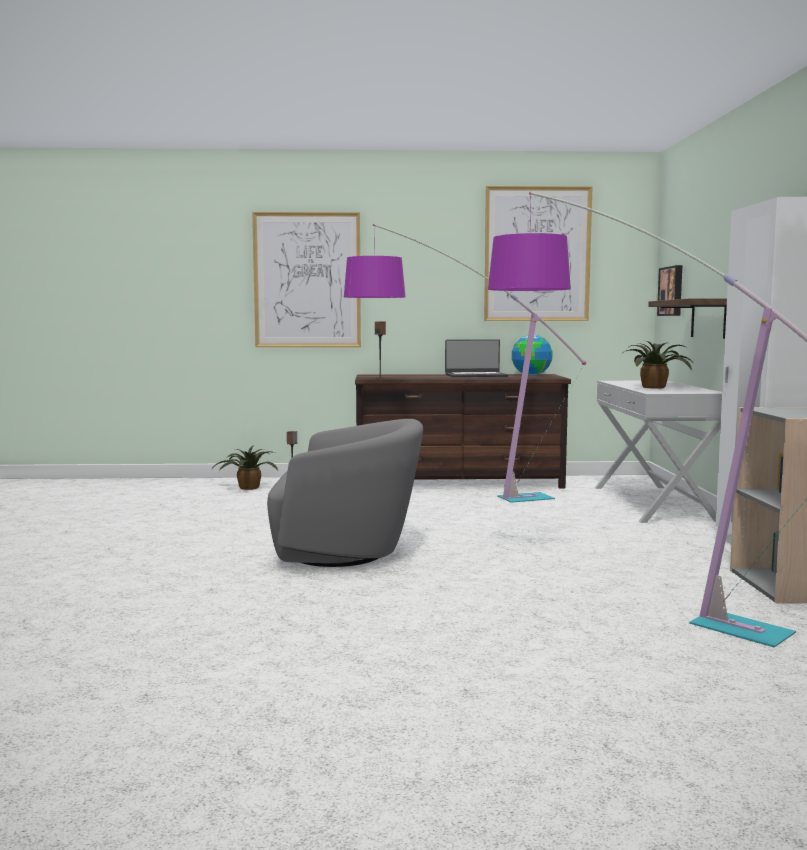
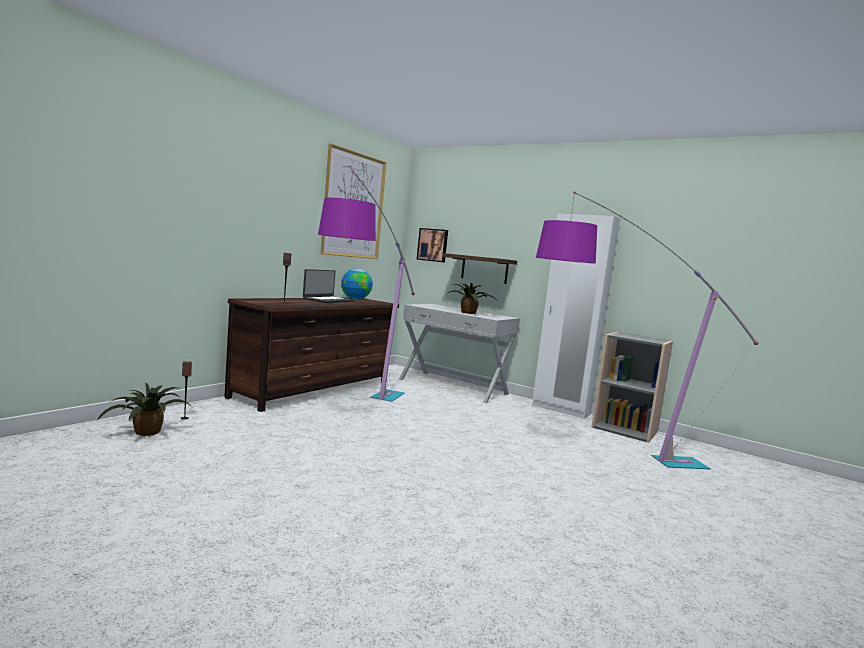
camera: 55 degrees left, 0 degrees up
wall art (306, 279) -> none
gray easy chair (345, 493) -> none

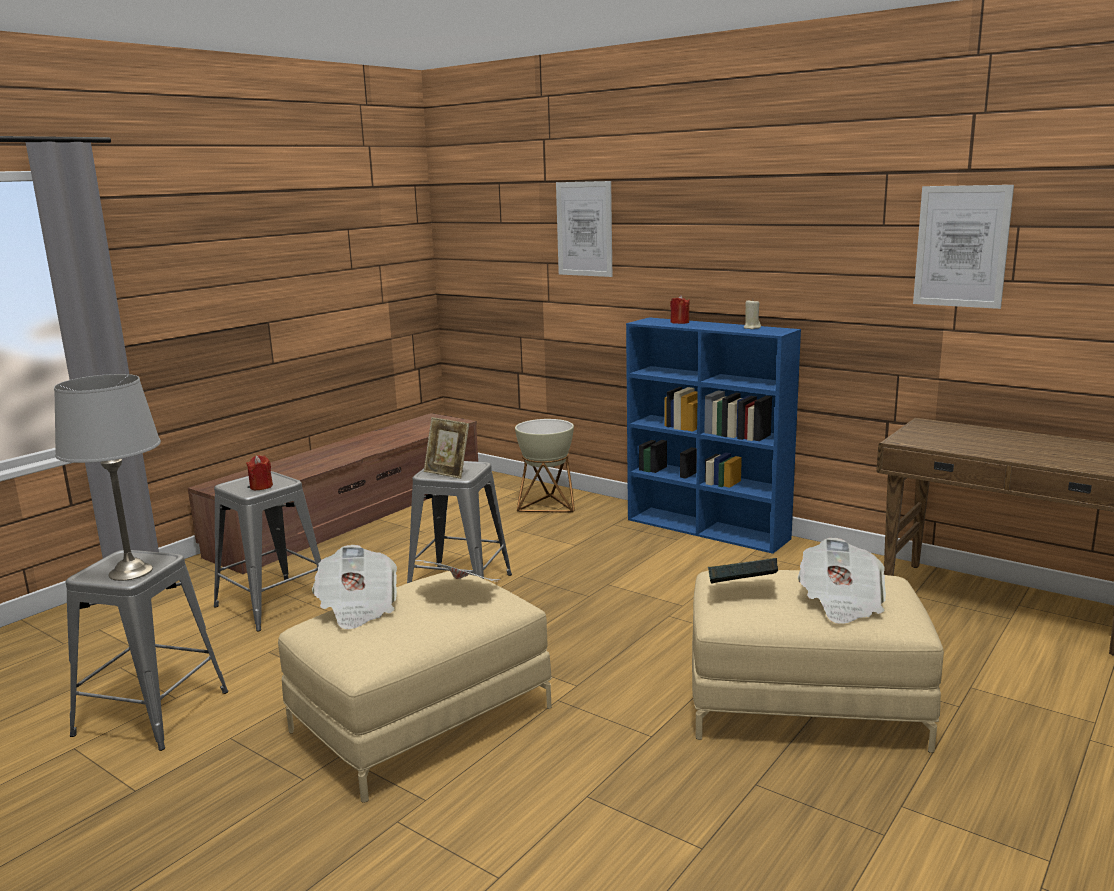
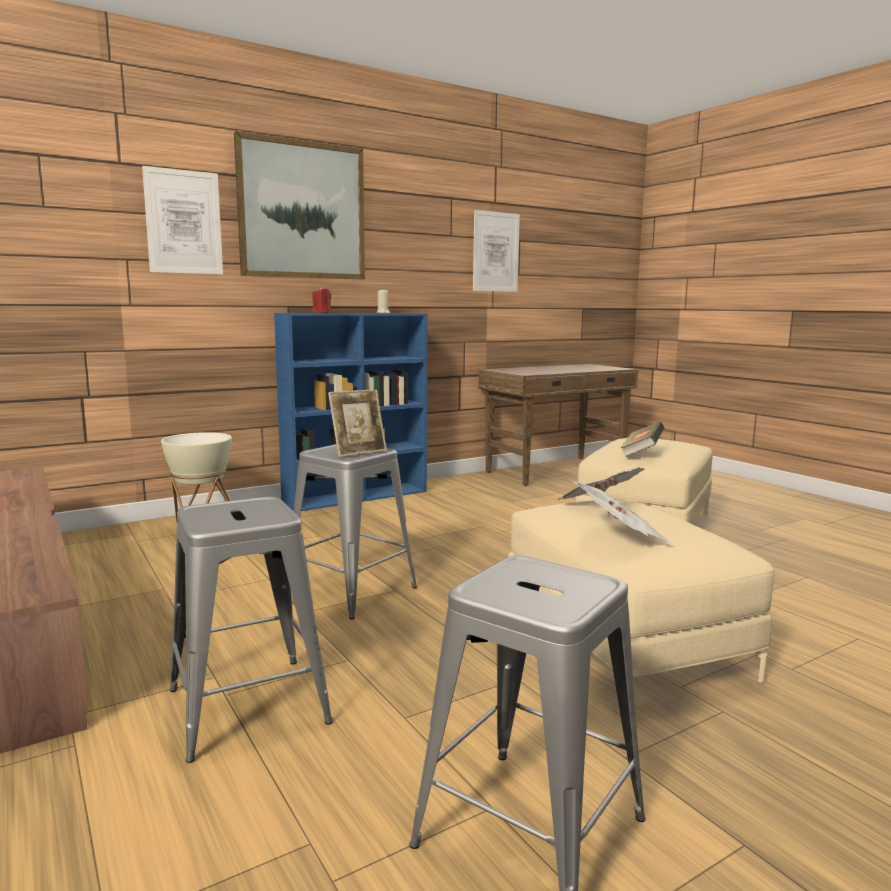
camera: 70 degrees left, 5 degrees down
gray tabletop lamp (107, 477) -> none
red-coloured wax light (259, 472) -> none
newspaper (842, 581) -> none
none -> wall art (299, 205)

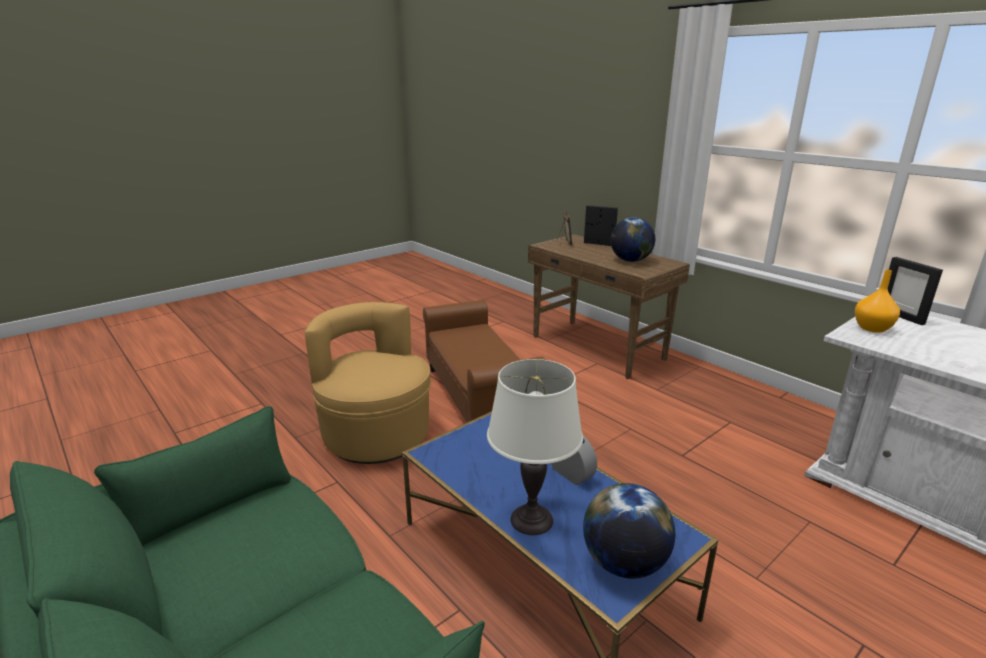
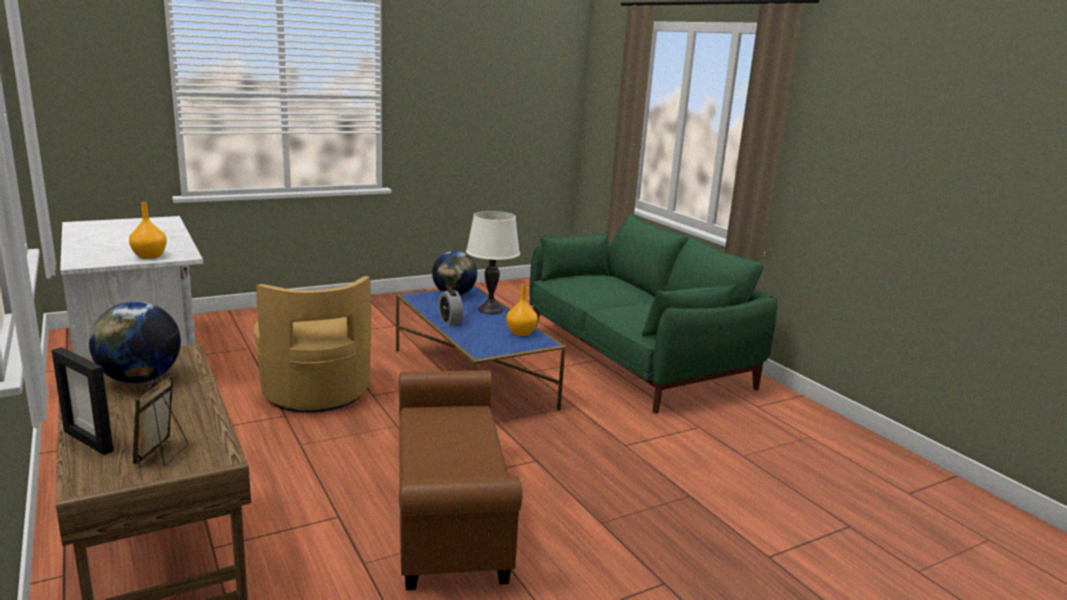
camera: 170 degrees left, 5 degrees down
picture frame (915, 291) -> none
sand-coloured easy chair (368, 383) -> sand-coloured easy chair (312, 344), move
none -> orangey decorative vase (522, 310)

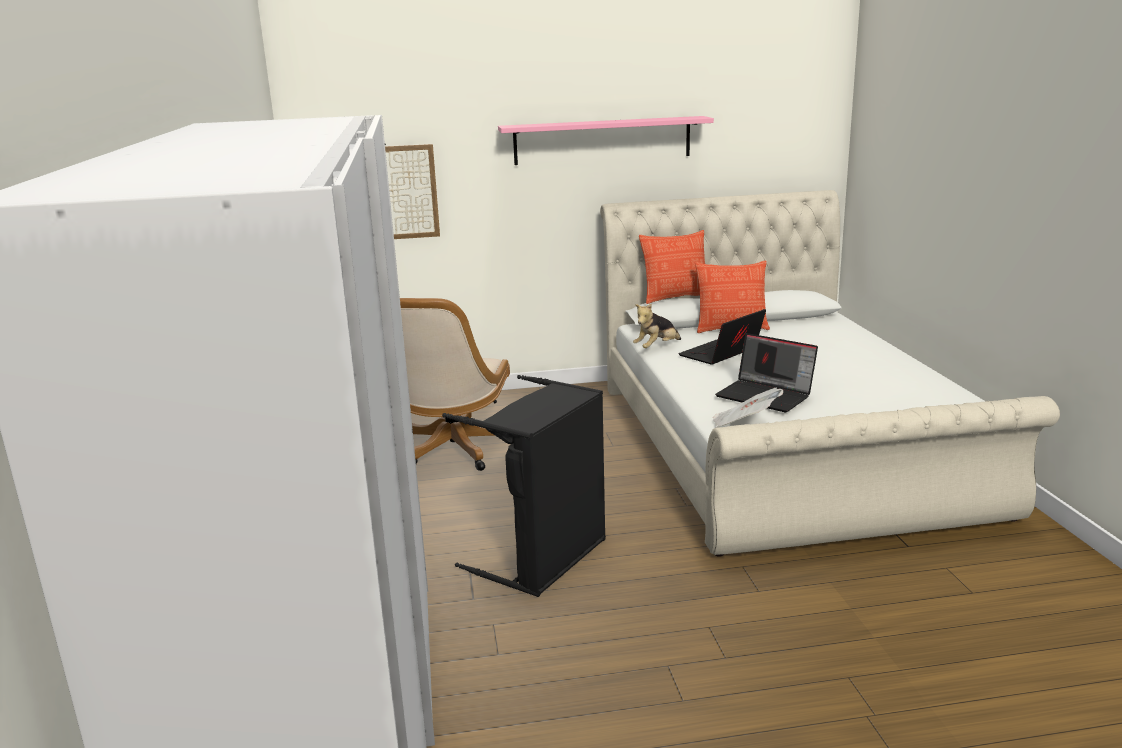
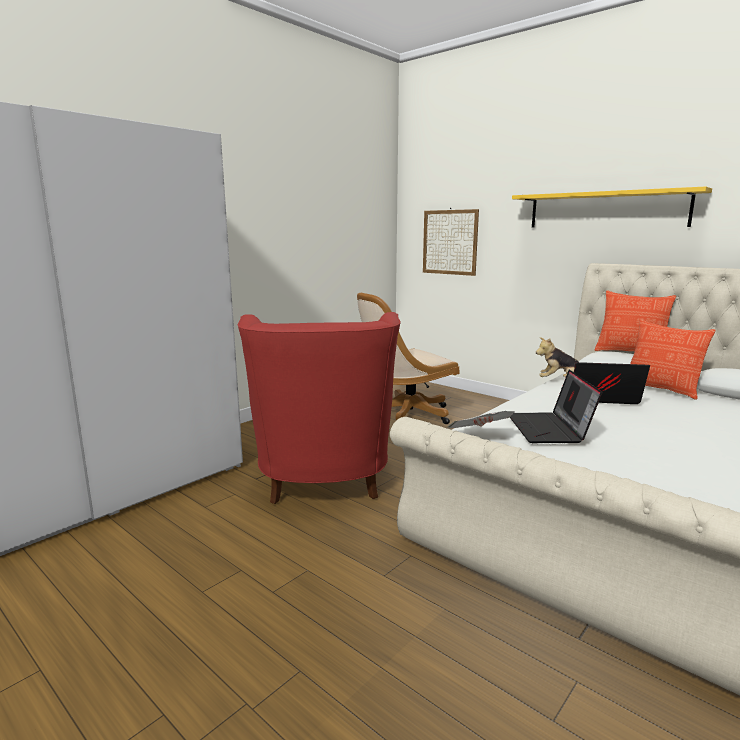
camera: 50 degrees right, 5 degrees down
pinkish bracket shelf (606, 140) -> yellow bracket shelf (612, 207)
black-coloured hamper (524, 486) -> red-coloured easy chair (319, 408)

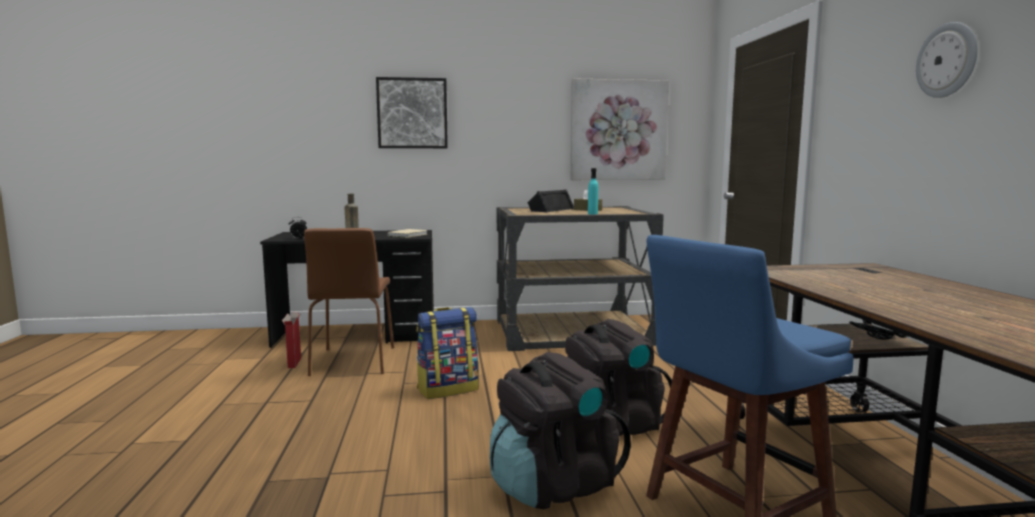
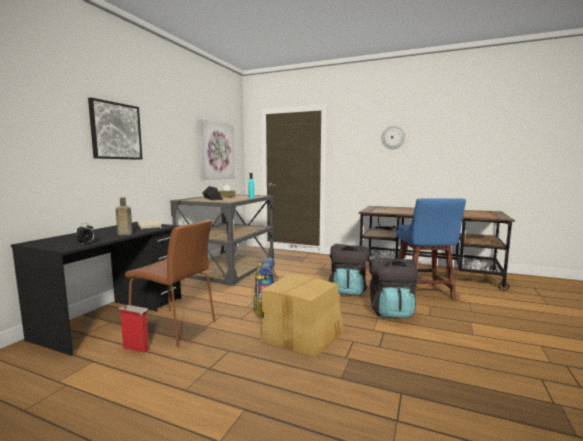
camera: 60 degrees left, 0 degrees up
none -> packing box (302, 315)

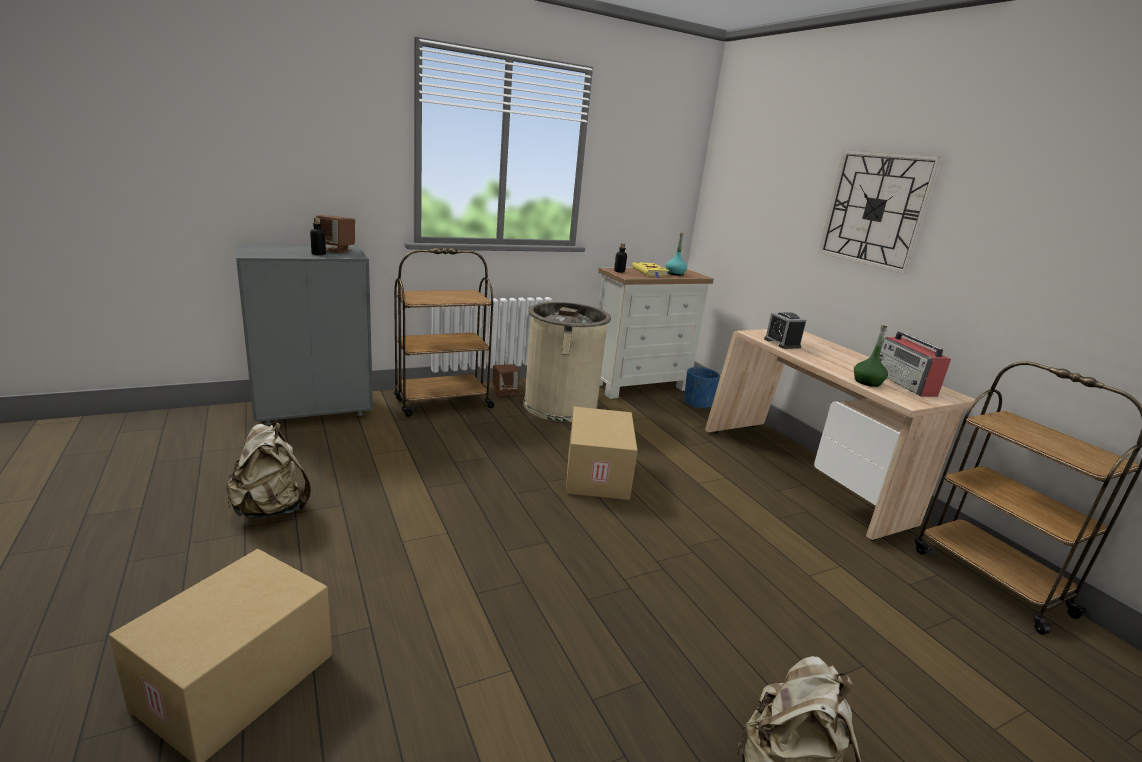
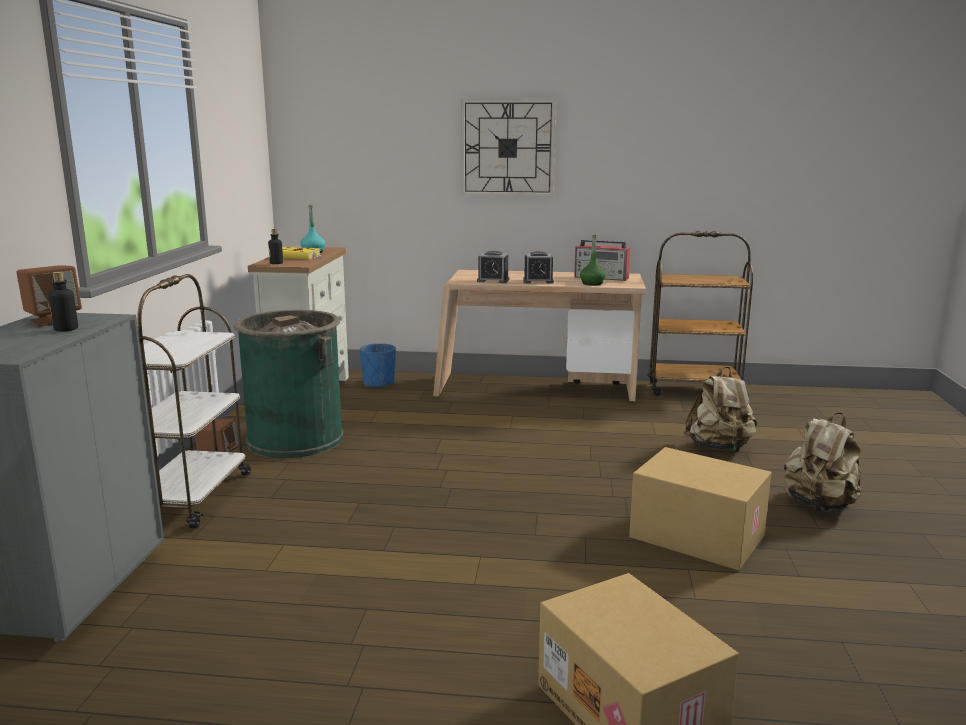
camera: 55 degrees left, 5 degrees down
brown-coloured trolley (443, 332) -> white trolley (194, 401)
sand-coloured waste bin (567, 362) -> green-coloured waste bin (289, 384)
packing box (602, 453) -> packing box (700, 508), move
sand-coloured knapsack (268, 470) -> sand-coloured knapsack (720, 409), move
none -> table clock (538, 267)

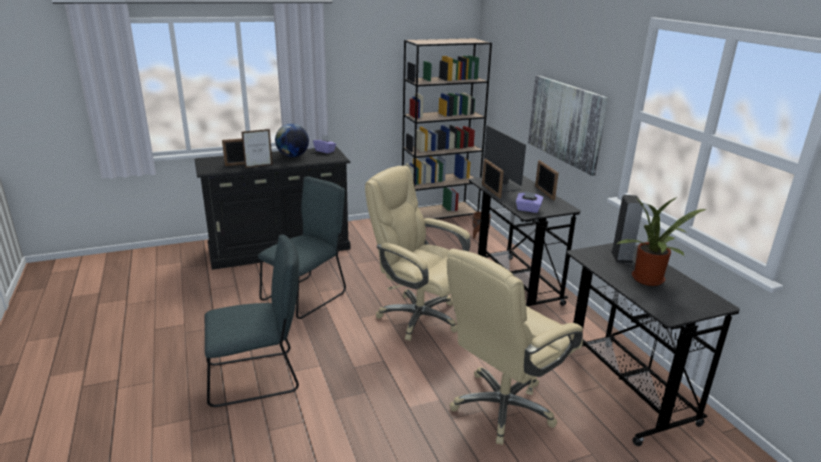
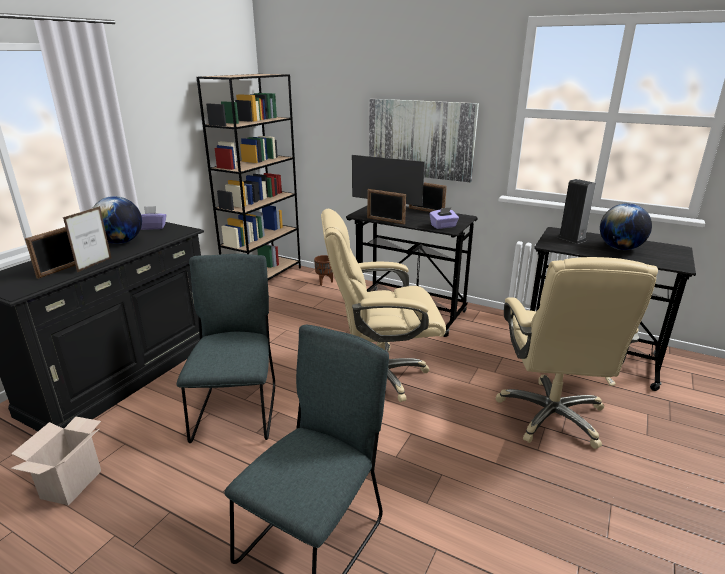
camera: 40 degrees left, 0 degrees up
houseplant (661, 241) -> desk globe (626, 226)
none -> packing box (55, 460)

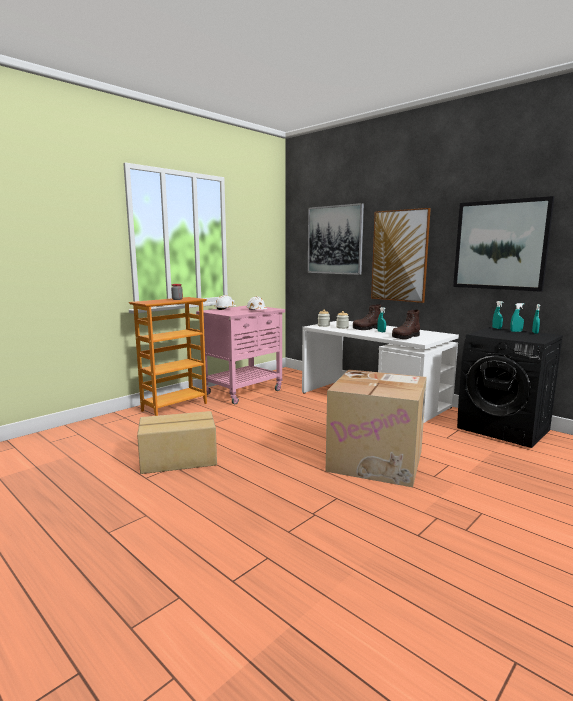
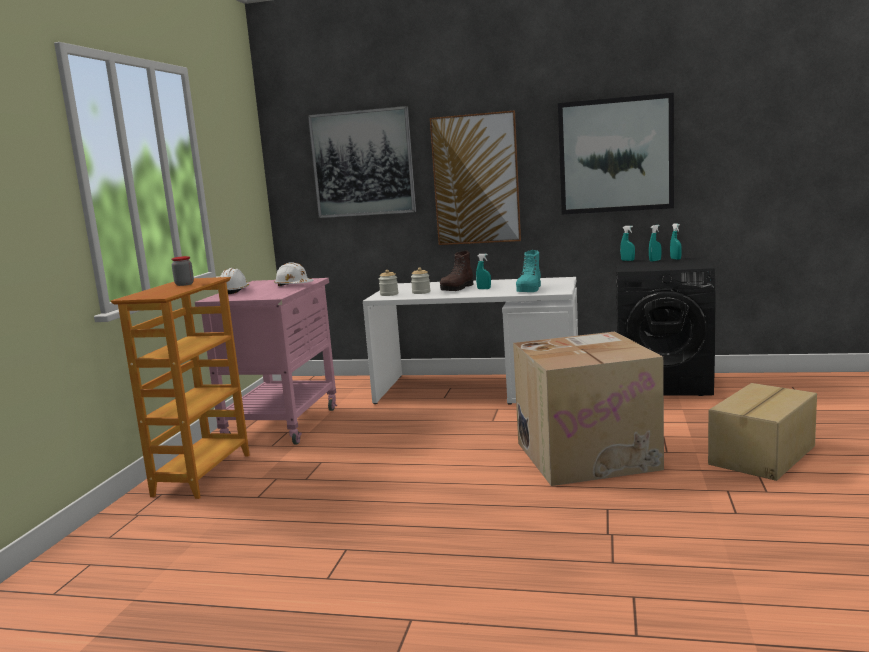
camera: 30 degrees left, 0 degrees up
brown-coloured high-top boot (406, 324) -> turquoise high-top boot (528, 271)
packing box (177, 442) -> packing box (762, 432), move

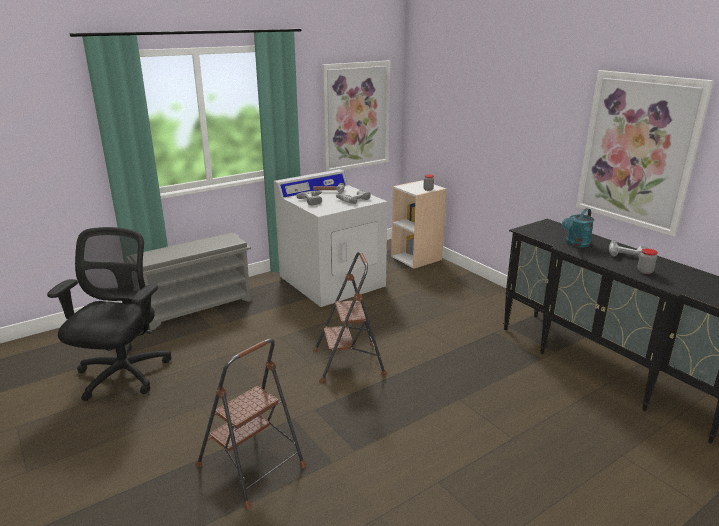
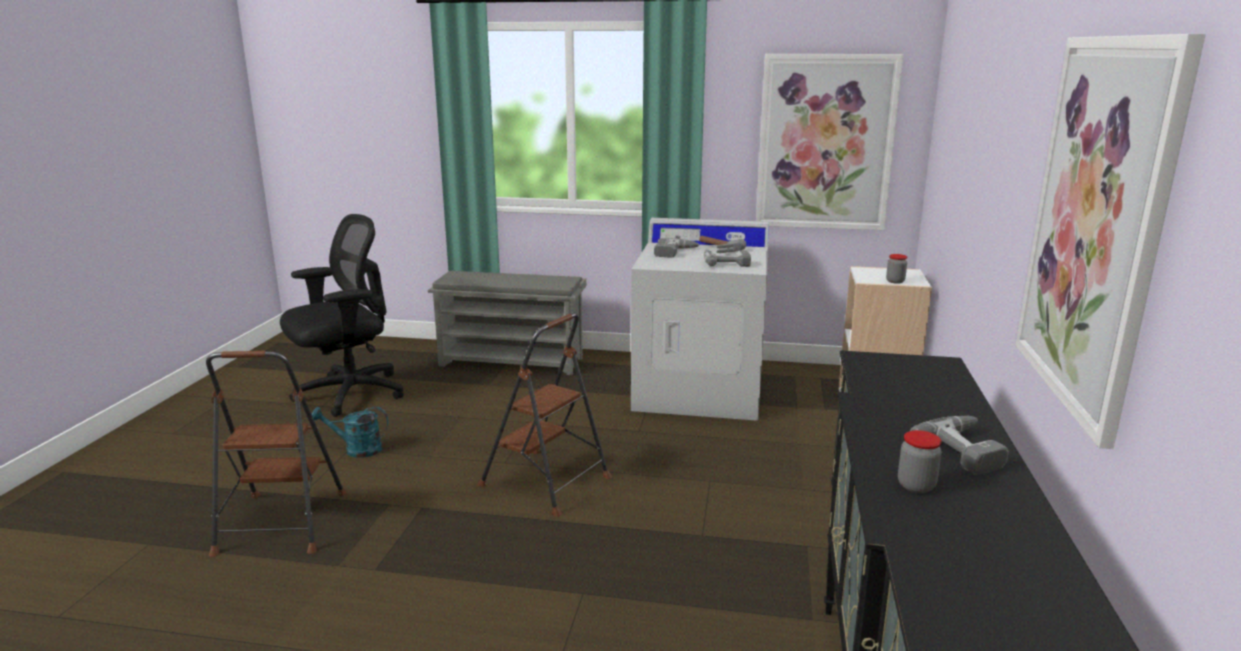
camera: 45 degrees right, 5 degrees down
turquoise sprinkling can (578, 227) -> turquoise sprinkling can (350, 432), move

